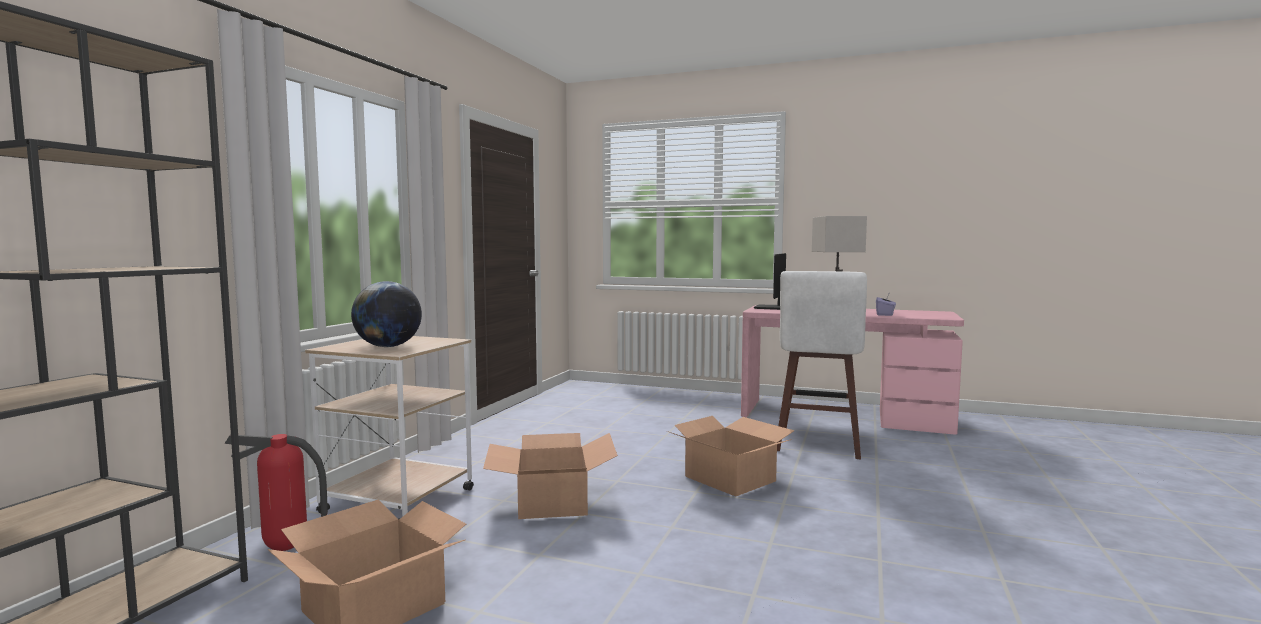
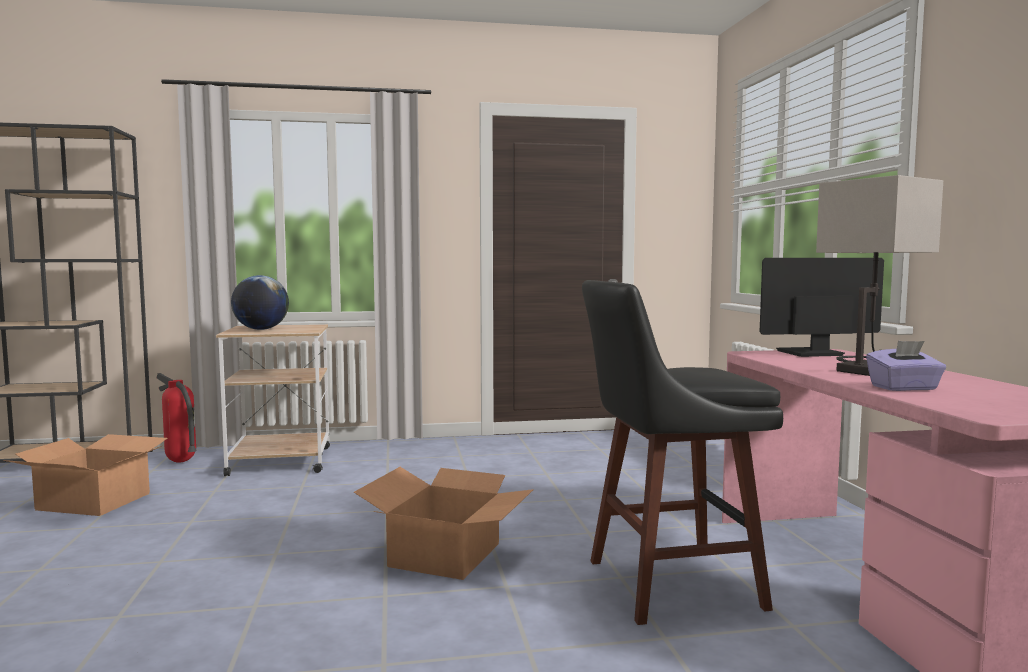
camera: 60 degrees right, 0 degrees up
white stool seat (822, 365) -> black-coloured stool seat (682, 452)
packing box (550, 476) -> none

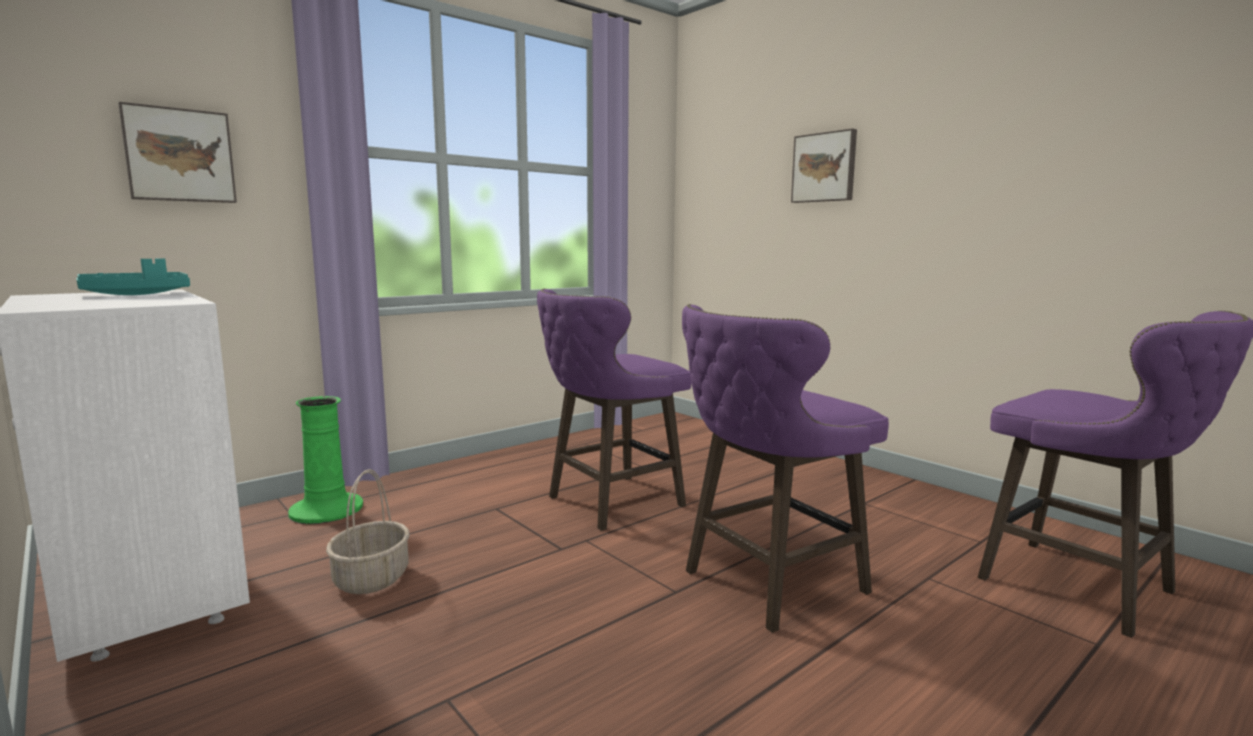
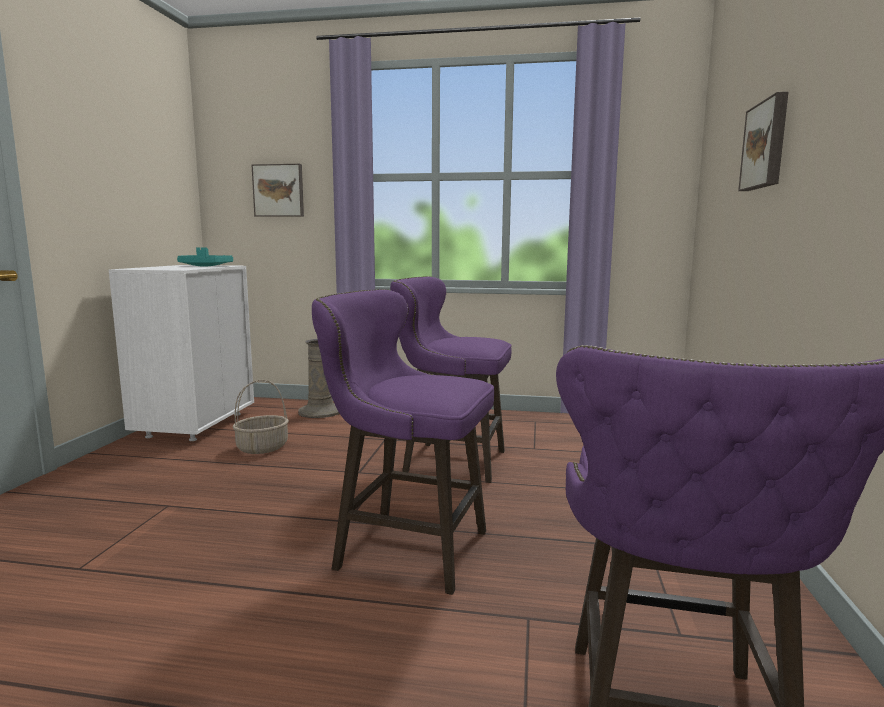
camera: 50 degrees right, 0 degrees up
green-coloured decorative vase (325, 460) -> sand-coloured decorative vase (319, 378)

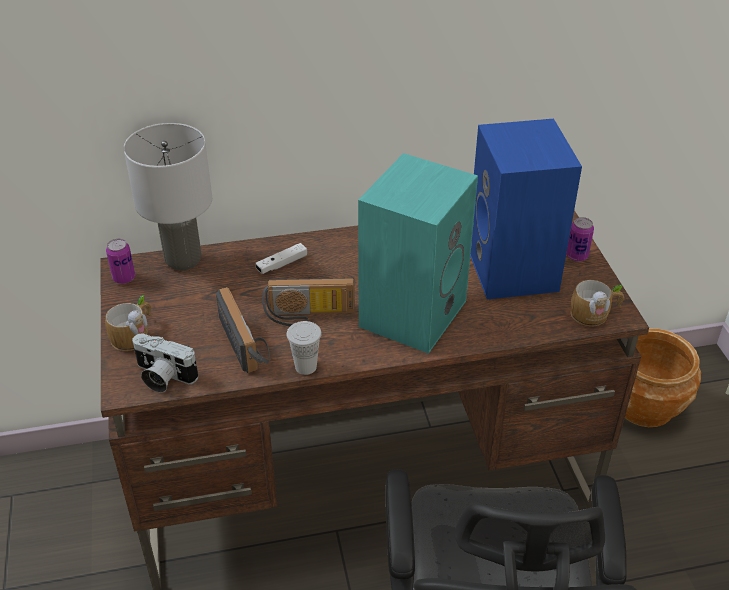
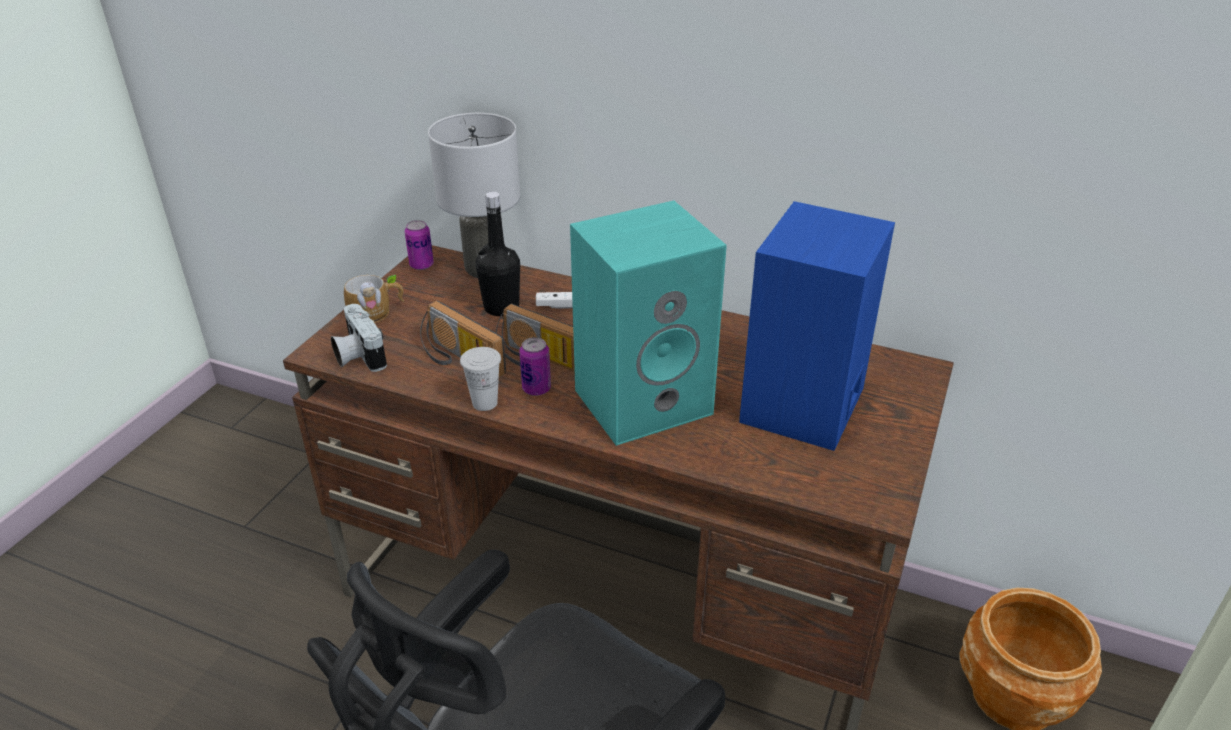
camera: 35 degrees right, 5 degrees down
metal can (580, 239) -> metal can (535, 366), move
mug (597, 303) -> none
radio (242, 330) -> radio (463, 339), 120 degrees clockwise
none -> black-coloured bottle (498, 254)

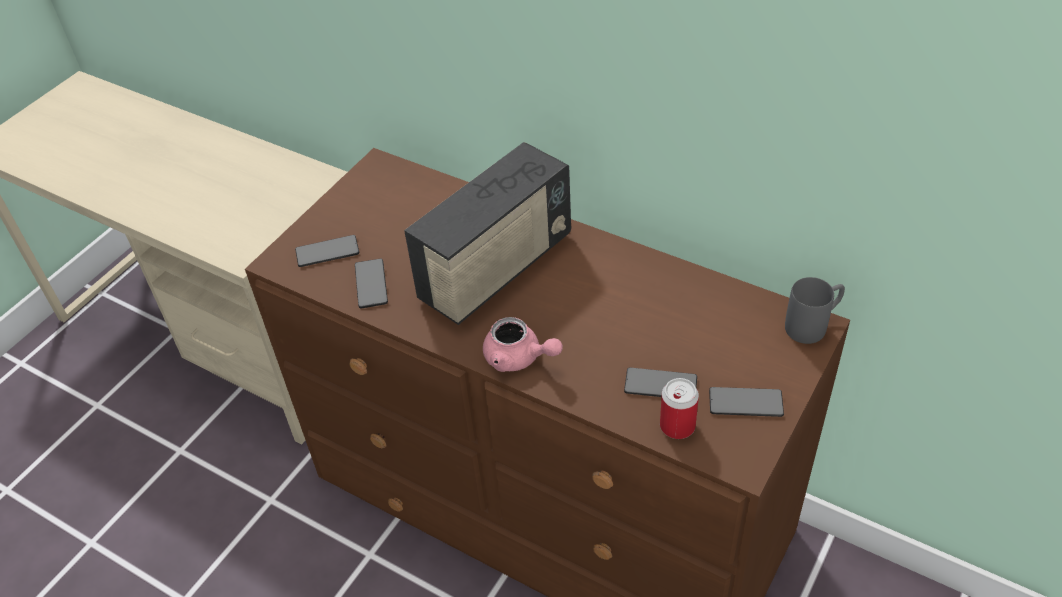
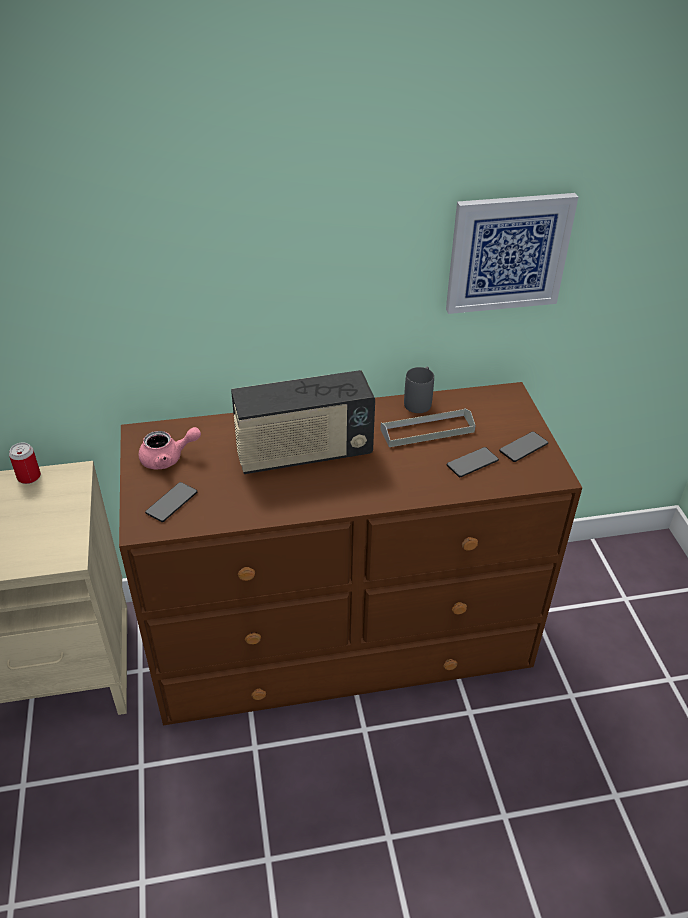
camera: 45 degrees left, 5 degrees down
radio (487, 233) -> radio (303, 422), 75 degrees clockwise
telephone (371, 283) -> none
gray mug (815, 310) -> gray mug (419, 390), move
pinkish teapot (523, 344) -> pinkish teapot (170, 448), move
metal can (679, 408) -> metal can (25, 463), move
none -> wall art (512, 253)
none -> gray carrying tray (428, 427)

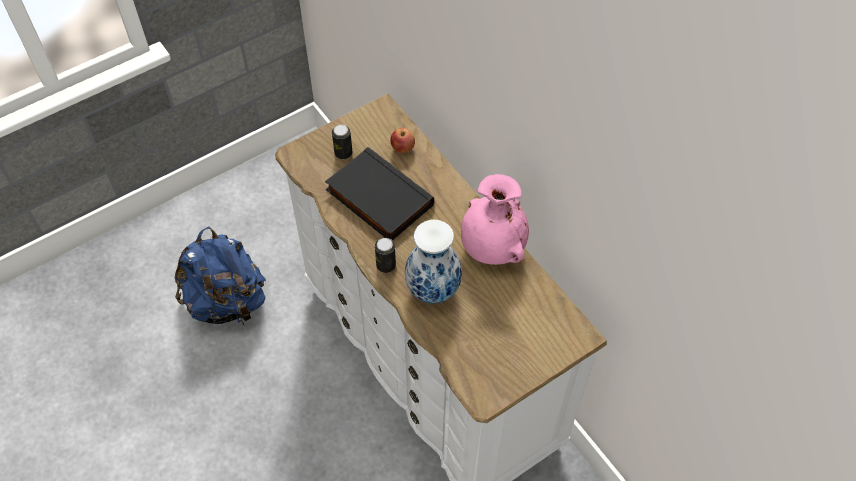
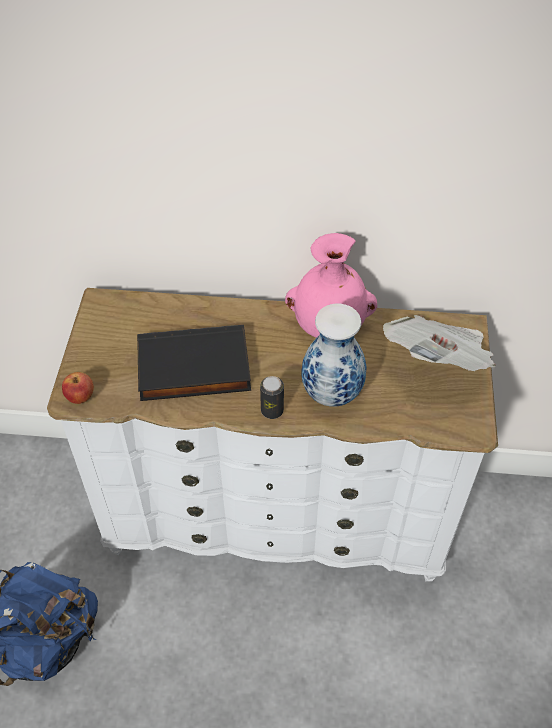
camera: 50 degrees left, 5 degrees down
metal can (342, 141) -> none
whole apple (402, 140) -> whole apple (78, 388), move
none -> newspaper (439, 343)

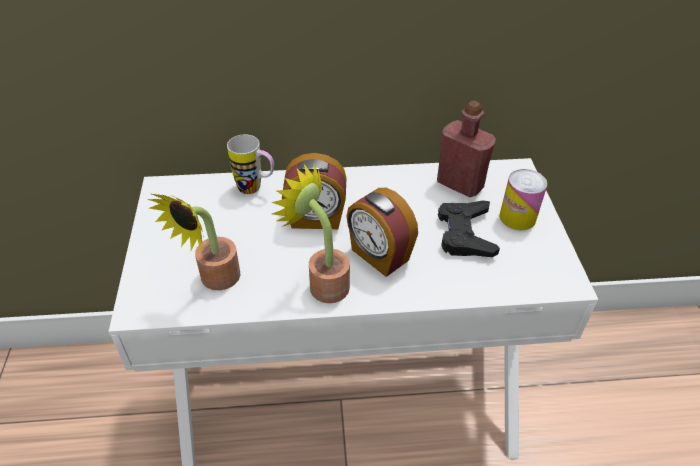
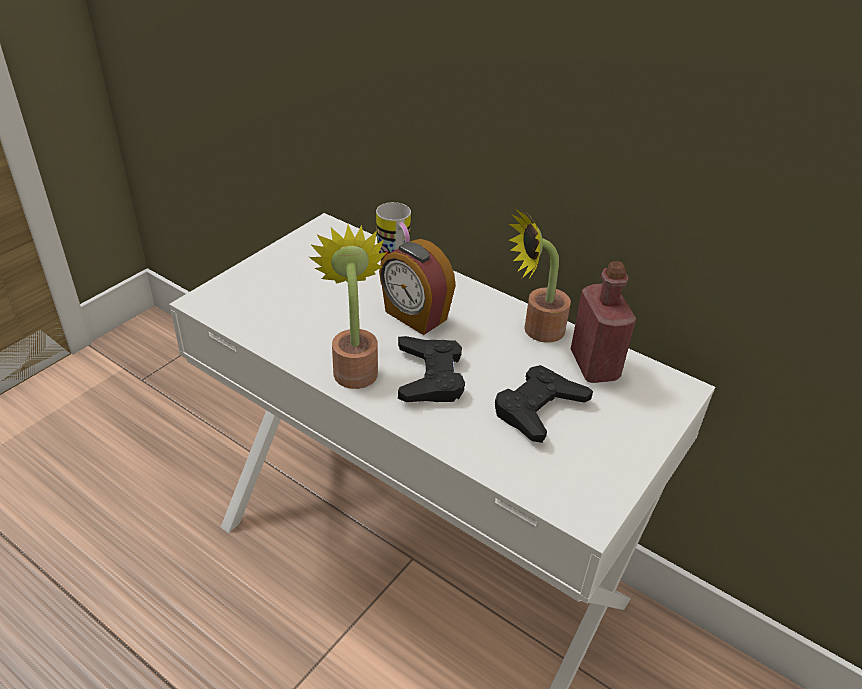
camera: 40 degrees right, 5 degrees down
metal can (523, 199) -> none
table clock (382, 232) -> black-coloured game controller (431, 369)
houseplant (193, 242) -> houseplant (540, 275), move

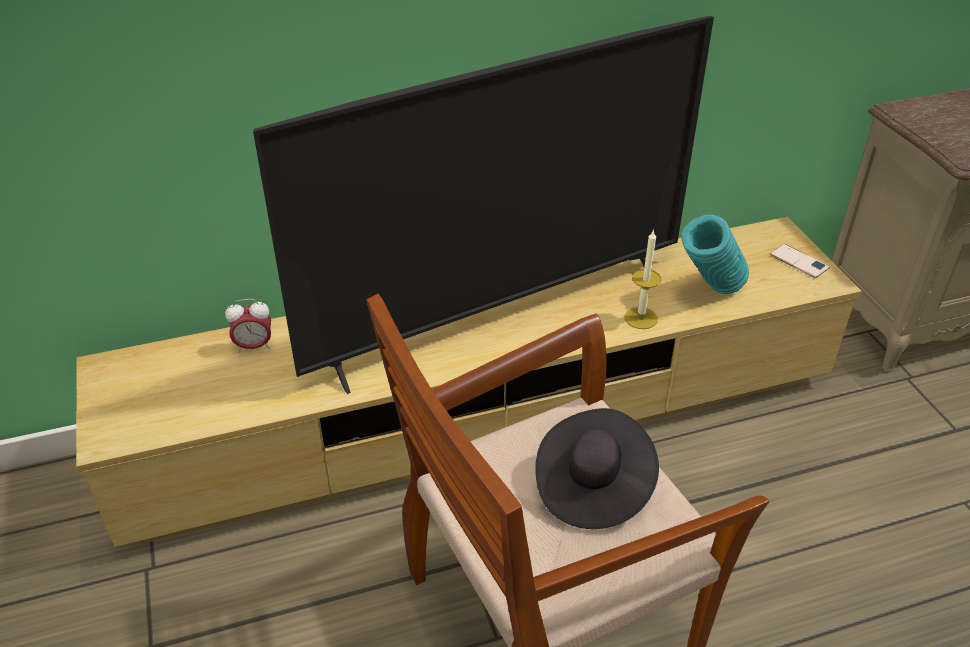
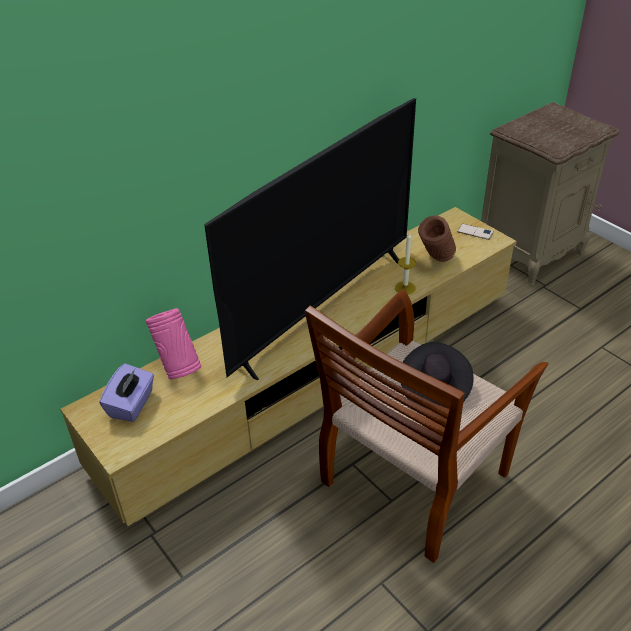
camera: 20 degrees left, 0 degrees up
turquoise decorative vase (715, 254) -> brown-coloured decorative vase (437, 238)
table clock (248, 326) -> pinkish decorative vase (173, 343)
none -> purple-coloured box of tissues (126, 392)

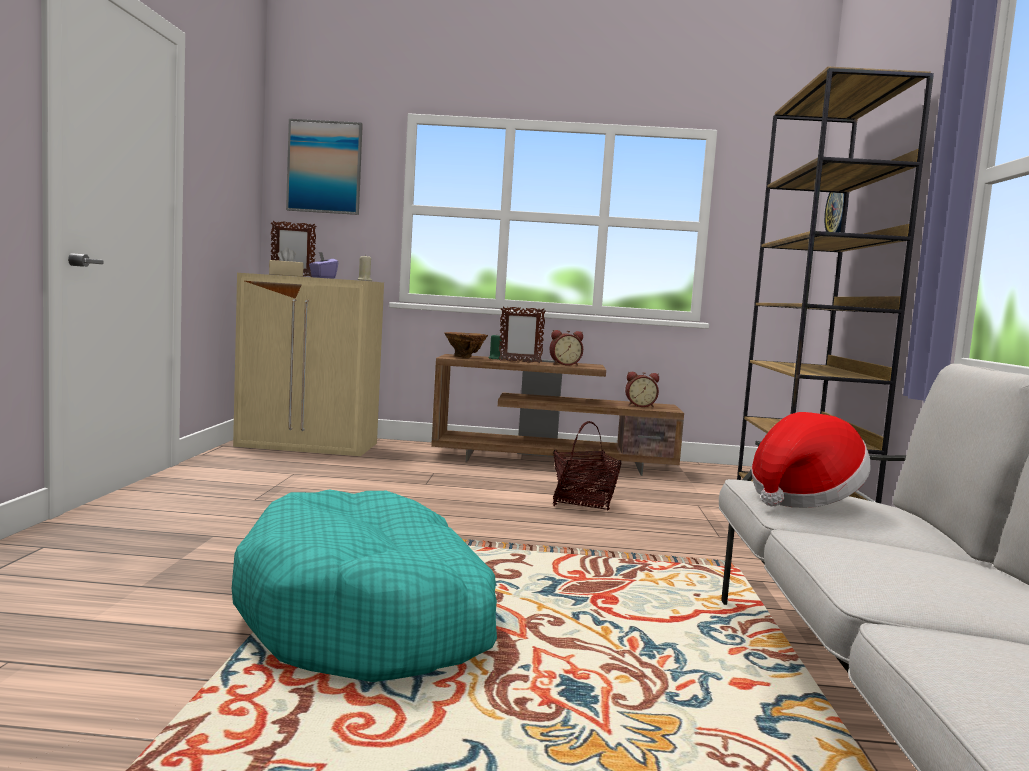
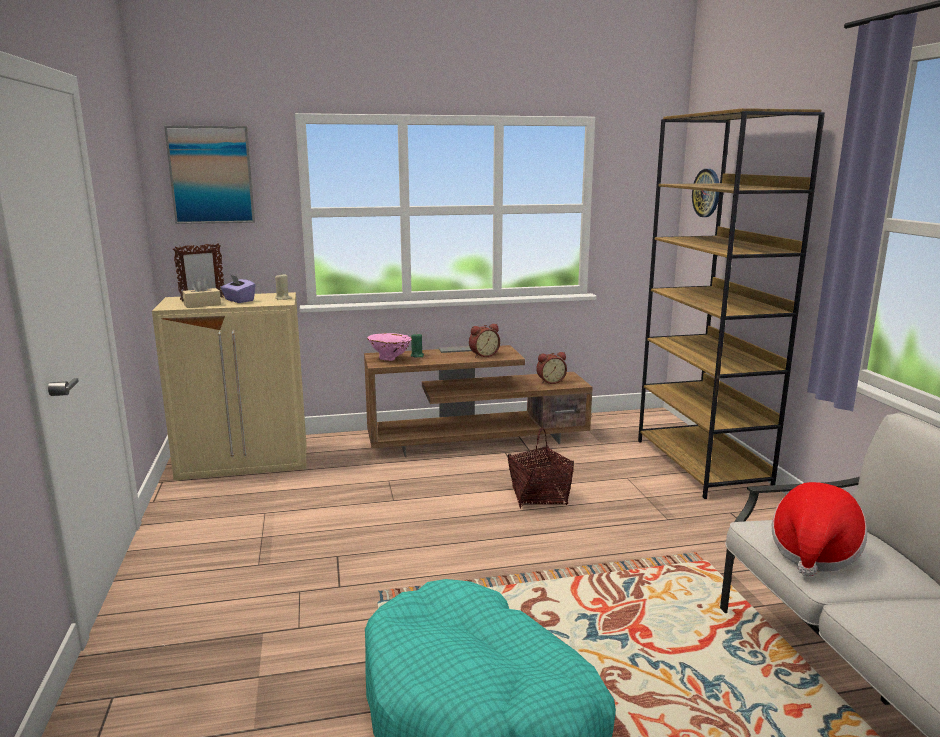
camera: 15 degrees left, 10 degrees up
picture frame (522, 334) -> none
brown-coloured decorative vase (466, 345) -> pinkish decorative vase (389, 347)

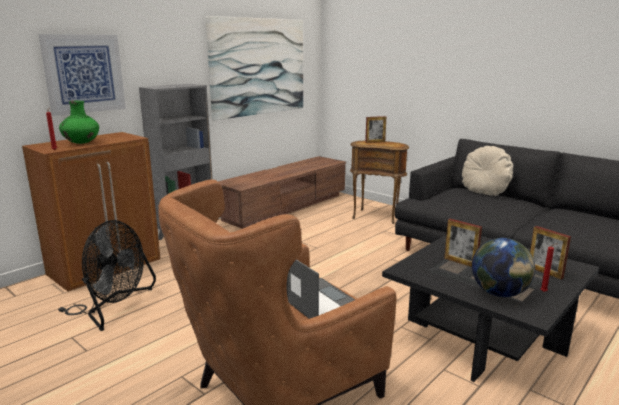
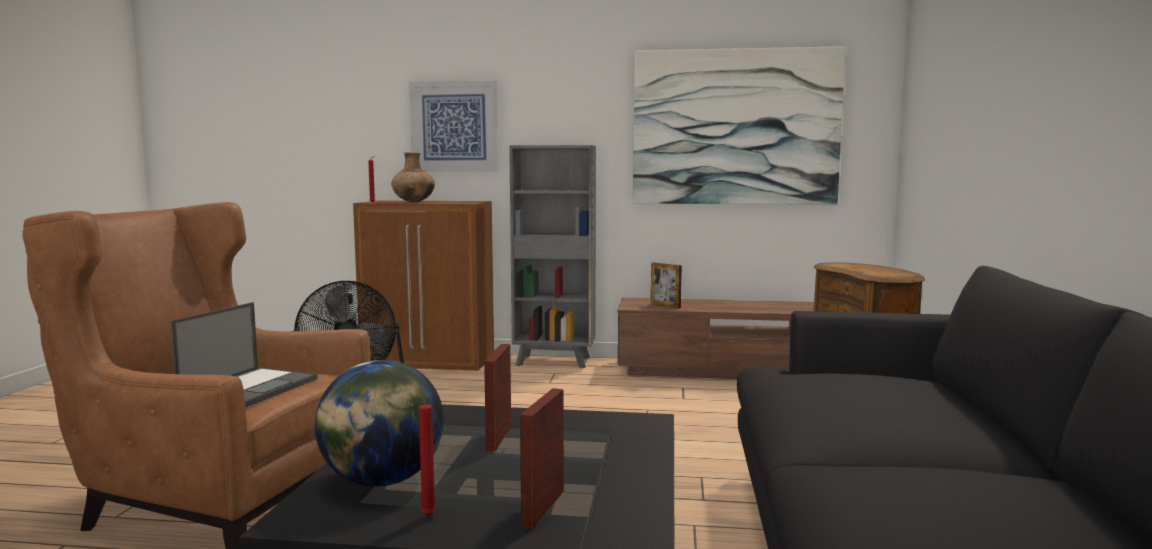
camera: 55 degrees right, 10 degrees down
green-coloured decorative vase (79, 122) -> brown-coloured decorative vase (413, 177)
picture frame (375, 129) -> picture frame (666, 285), move
sand-coloured throw pillow (487, 171) -> none

